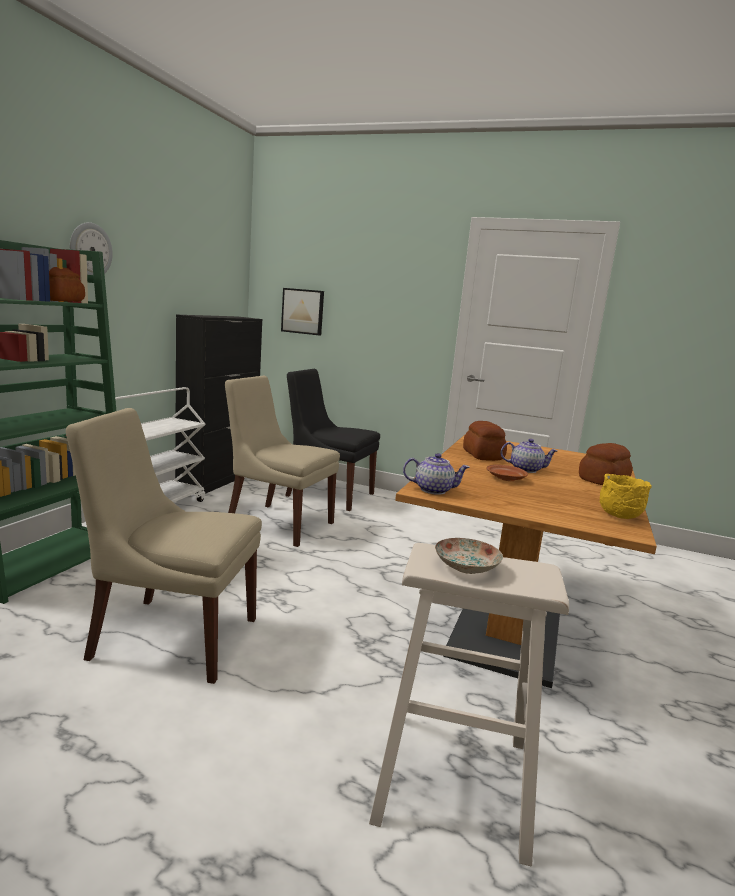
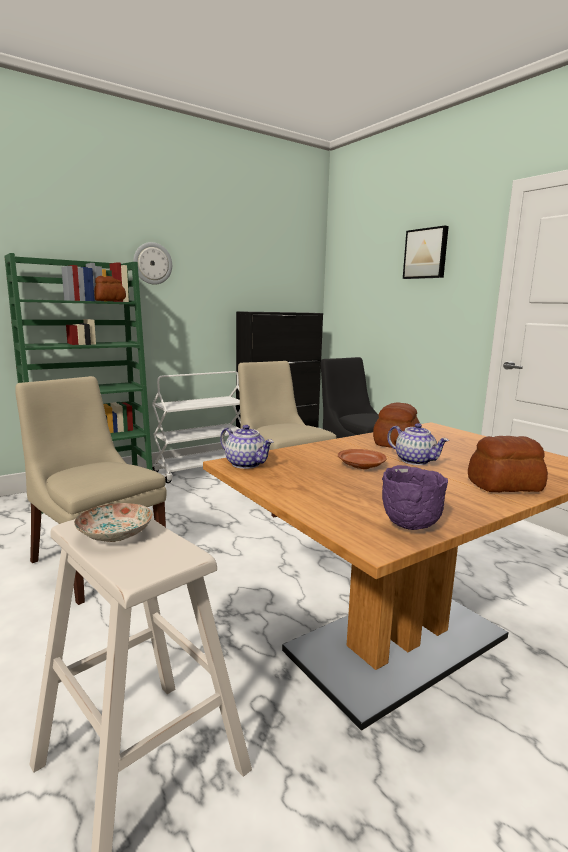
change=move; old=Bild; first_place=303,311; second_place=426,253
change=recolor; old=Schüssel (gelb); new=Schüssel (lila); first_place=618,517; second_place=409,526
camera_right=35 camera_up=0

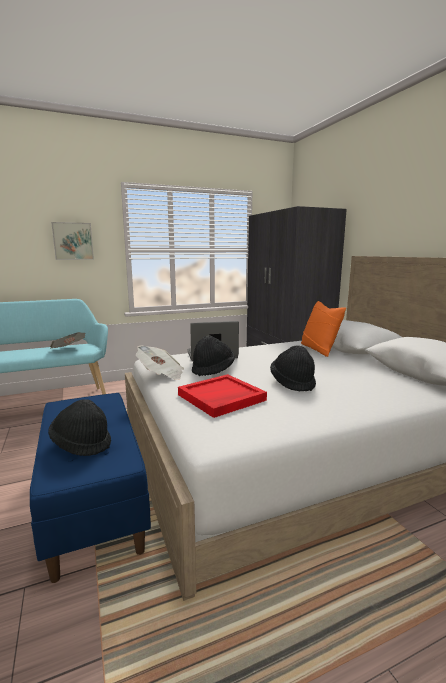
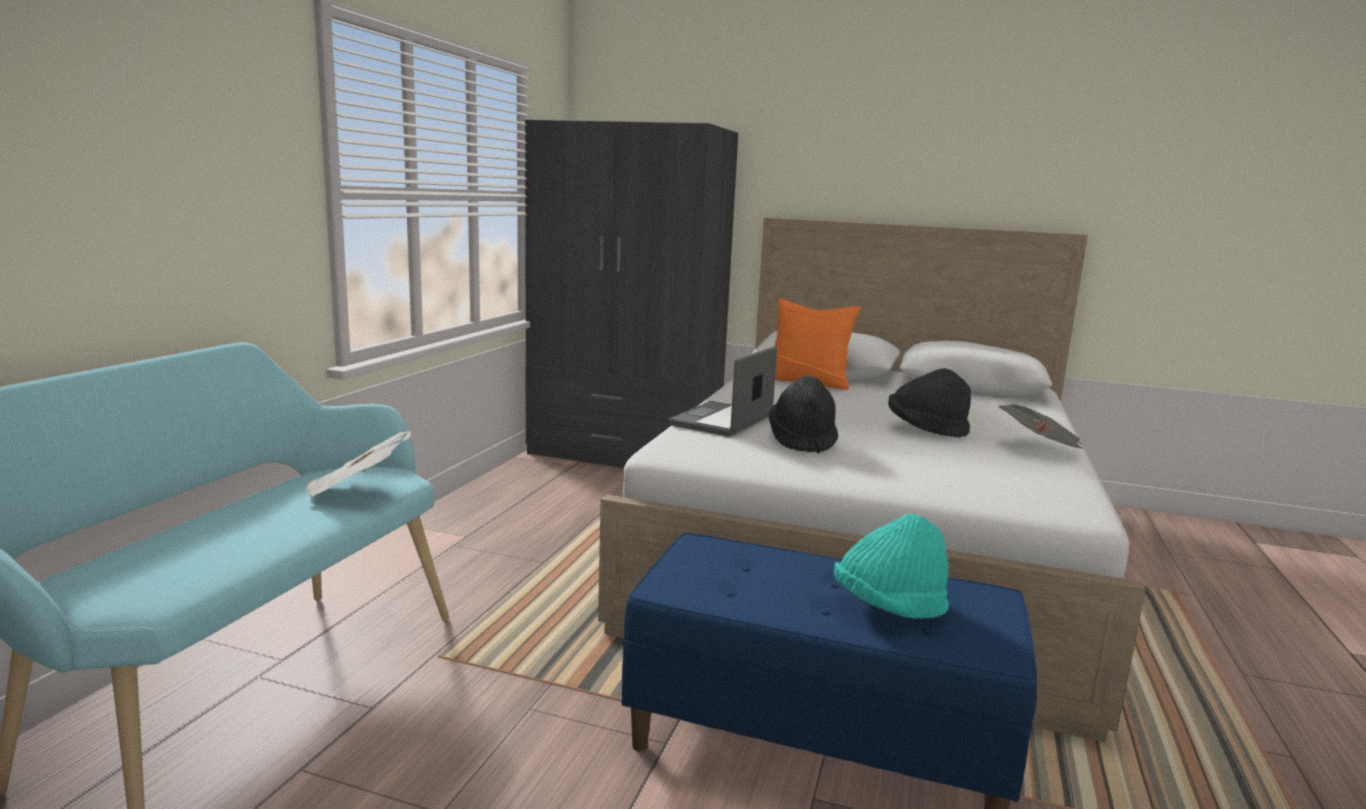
change=delete; old=Bild; first_place=73,241
change=move; old=Zeitung; first_place=161,374; second_place=1041,449
change=delete; old=Tablett (rot); first_place=221,398
change=recolor; old=Hut (schwarz); new=Hut (türkis); first_place=82,444; second_place=888,607
camera_right=-50 camera_up=0

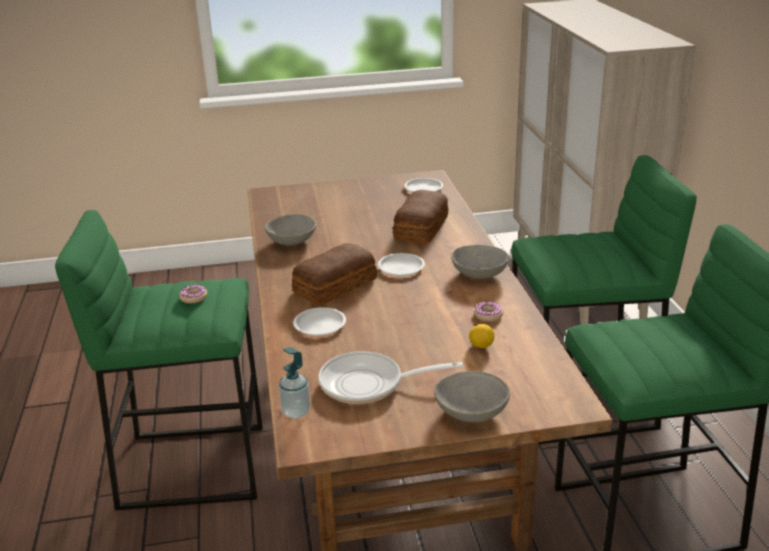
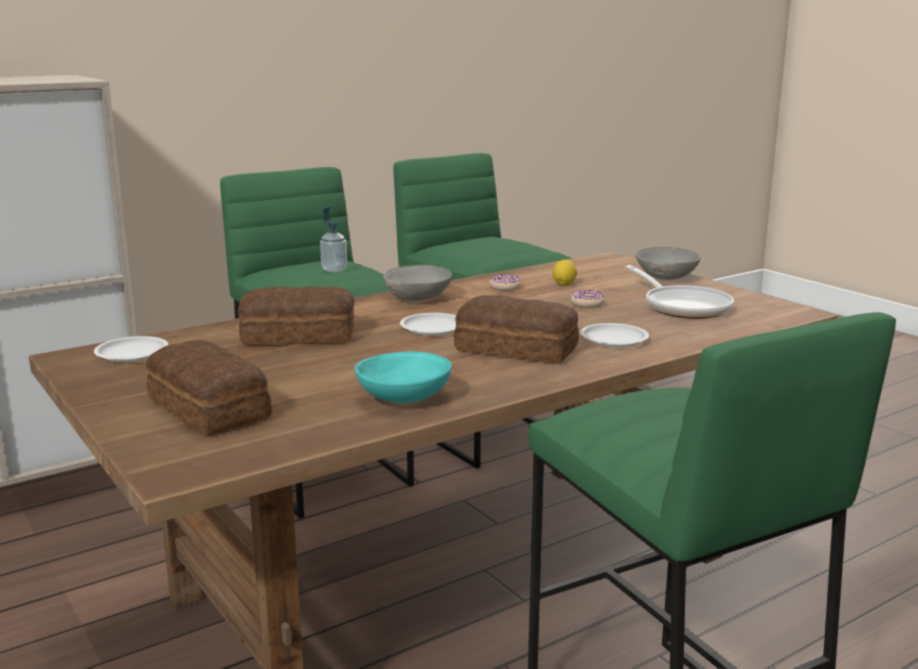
change=recolor; old=Schüssel (grau); new=Schüssel (türkis); first_place=291,241; second_place=404,398
change=move; old=Donut; first_place=193,297; second_place=587,304
change=move; old=Seifenspender; first_place=296,412; second_place=334,269
change=insert; new=Brot; second_place=207,409
camera_right=-115 camera_up=-10

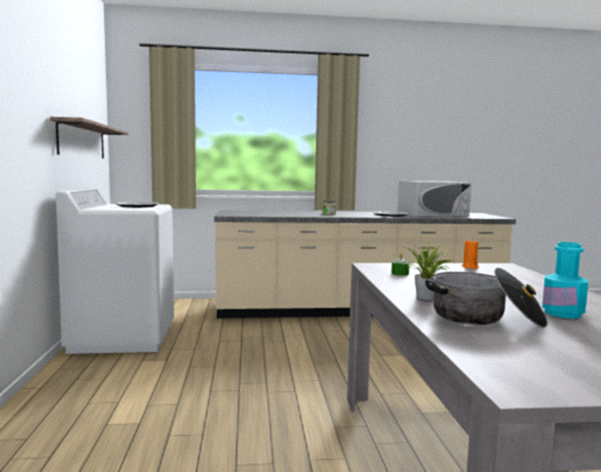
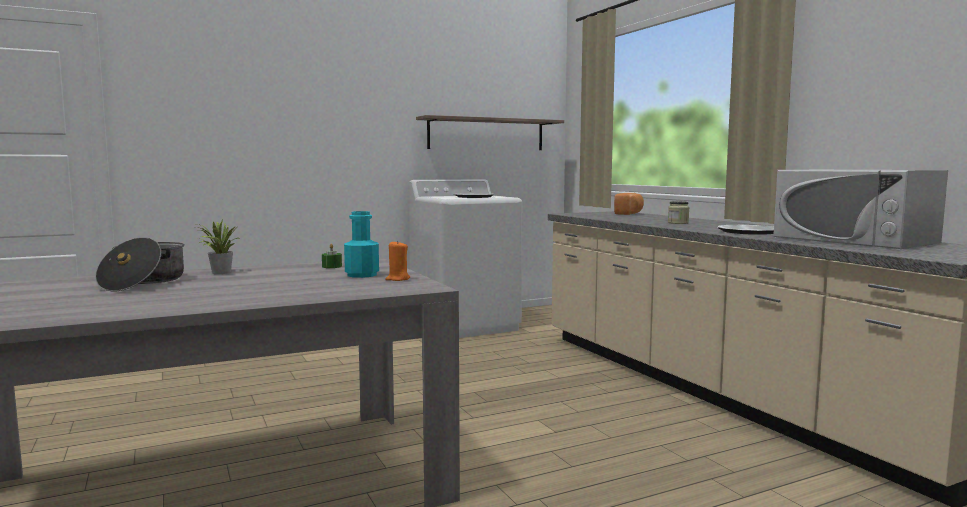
change=move; old=Flasche (türkis); first_place=562,313; second_place=362,275
change=insert; new=Brot; second_place=629,213
camera_right=70 camera_up=0

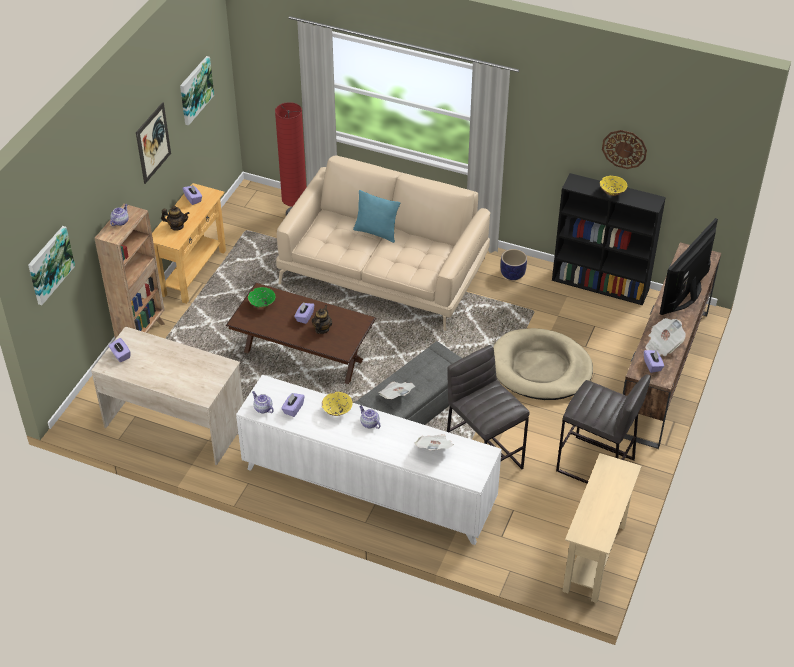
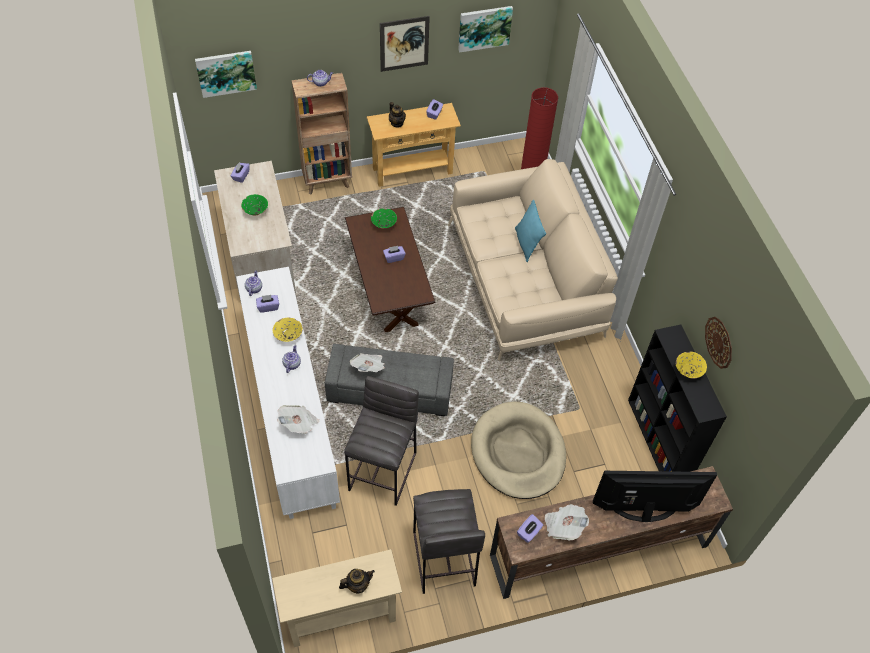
change=delete; old=Pflanzkübel; first_place=513,274
change=move; old=Teekanne; first_place=322,329; second_place=357,585
change=insert; new=Schüssel (grün); second_place=255,211
camera_right=50 camera_up=10

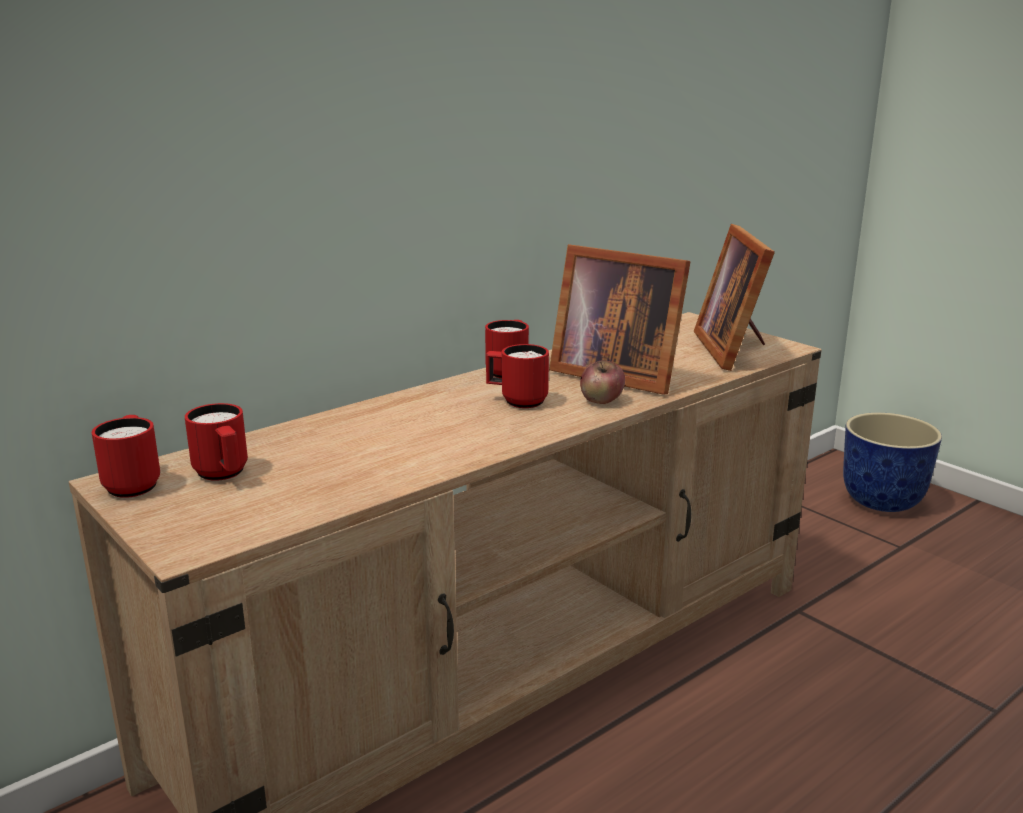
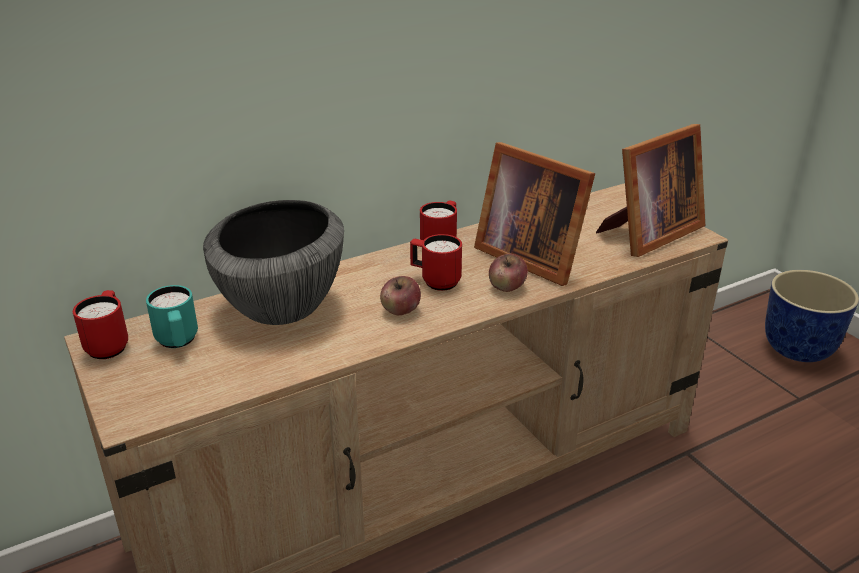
change=rotate; old=Bilderrahmen; first_place=735,349; second_place=647,234; degrees=-135
change=recolor; old=Henkelbecher (rot); new=Henkelbecher (türkis); first_place=224,475; second_place=178,343
change=insert; new=Schüssel; second_place=281,308
change=insert; new=Apfel; second_place=400,310
camera_right=10 camera_up=10

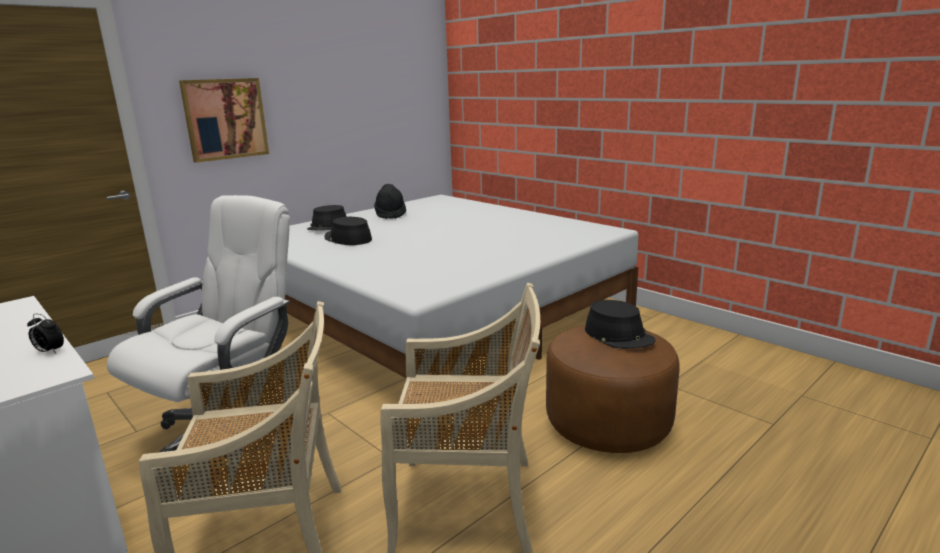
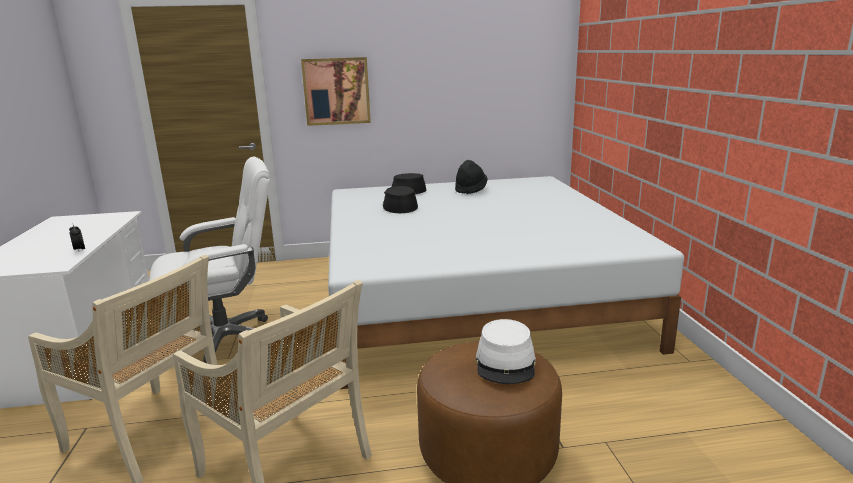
change=recolor; old=Hut (schwarz); new=Hut (weiß); first_place=619,335; second_place=506,363
camera_right=35 camera_up=0

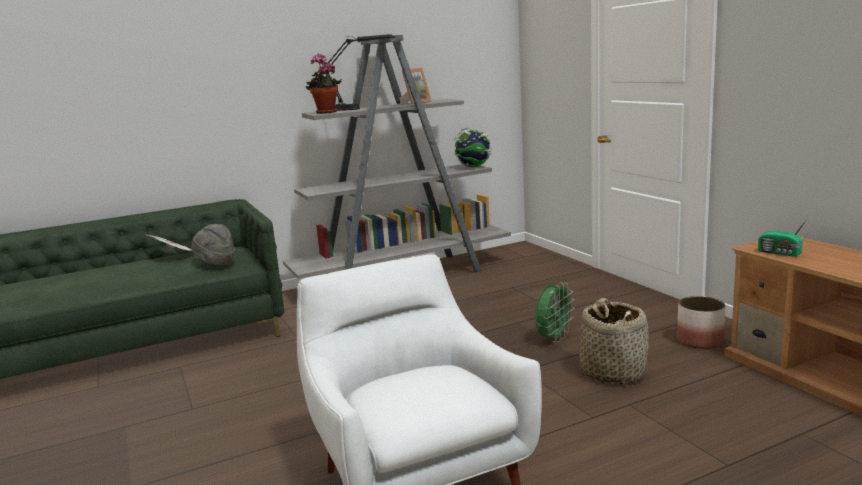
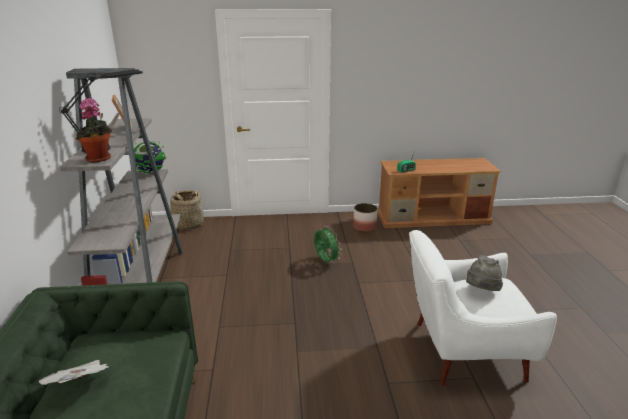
change=move; old=Hut (grau); first_place=216,263; second_place=481,291
change=move; old=Korb; first_place=612,372; second_place=188,224
camera_right=-70 camera_up=10

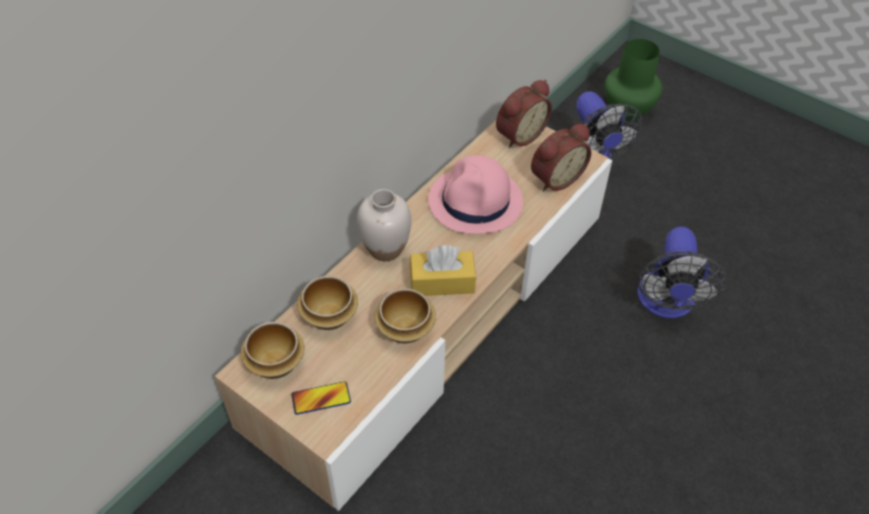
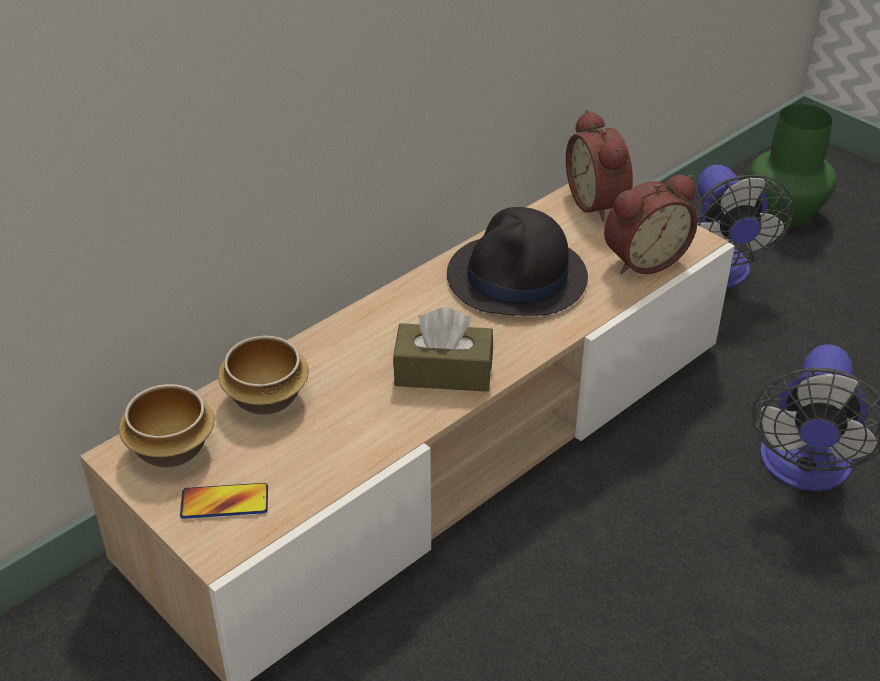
change=rotate; old=Wecker; first_place=519,134; second_place=600,202; degrees=105
change=recolor; old=Hut (rosa); new=Hut (schwarz); first_place=476,202; second_place=517,278
change=delete; old=Vase (weiß); first_place=385,249
change=recolor; old=Taschentuchbox (gelb); new=Taschentuchbox (braun); first_place=442,282; second_place=443,372
change=delete; old=Schüssel; first_place=406,328
camera_right=10 camera_up=-10

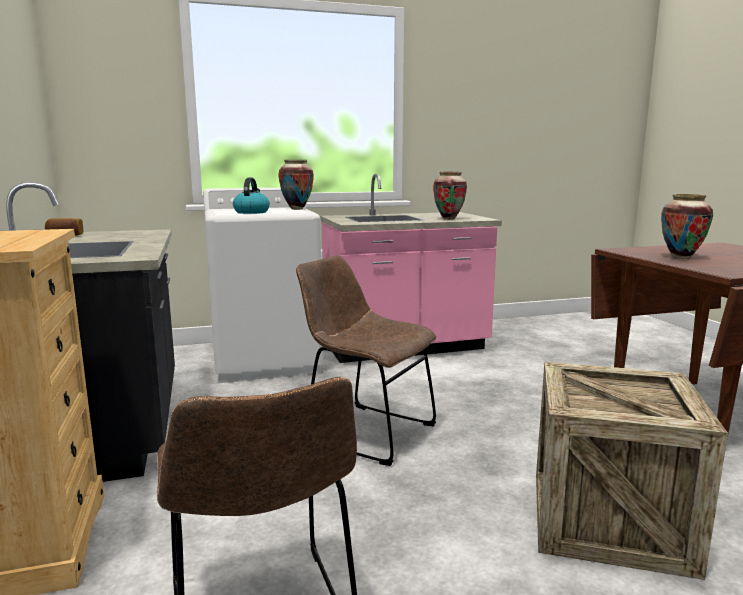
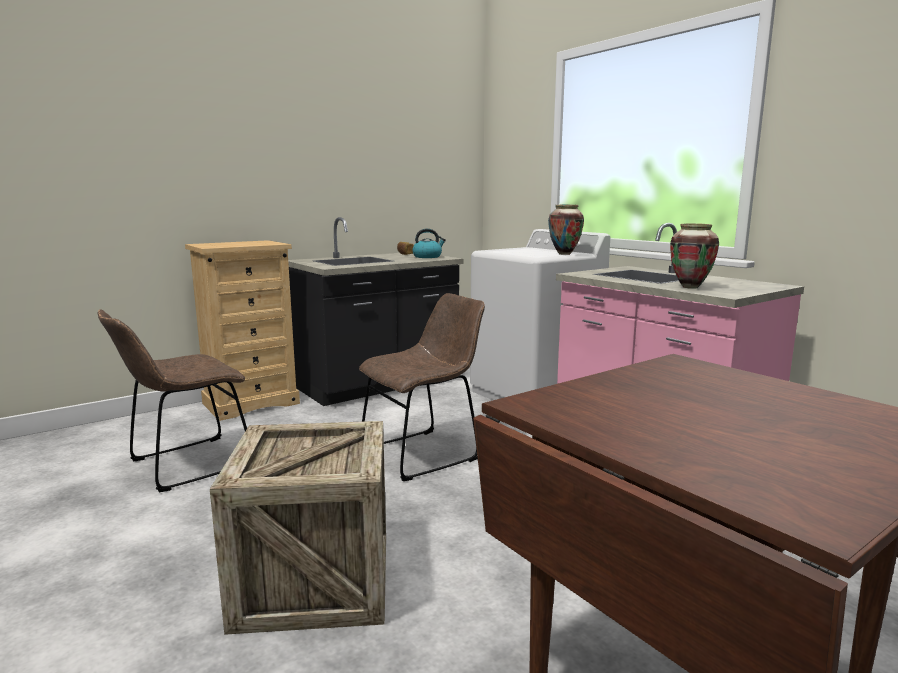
change=move; old=Wasserkessel; first_place=251,212; second_place=427,257
change=delete; old=Vase; first_place=681,257
change=rotate; old=Stuhl (braun); first_place=365,432; second_place=424,453; degrees=45
camera_right=70 camera_up=0

